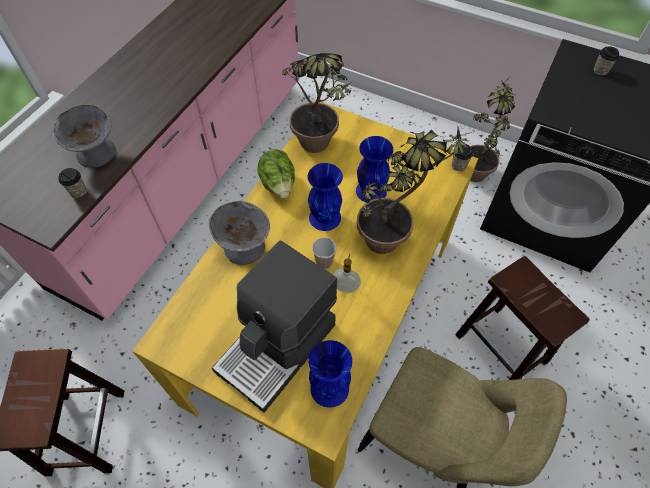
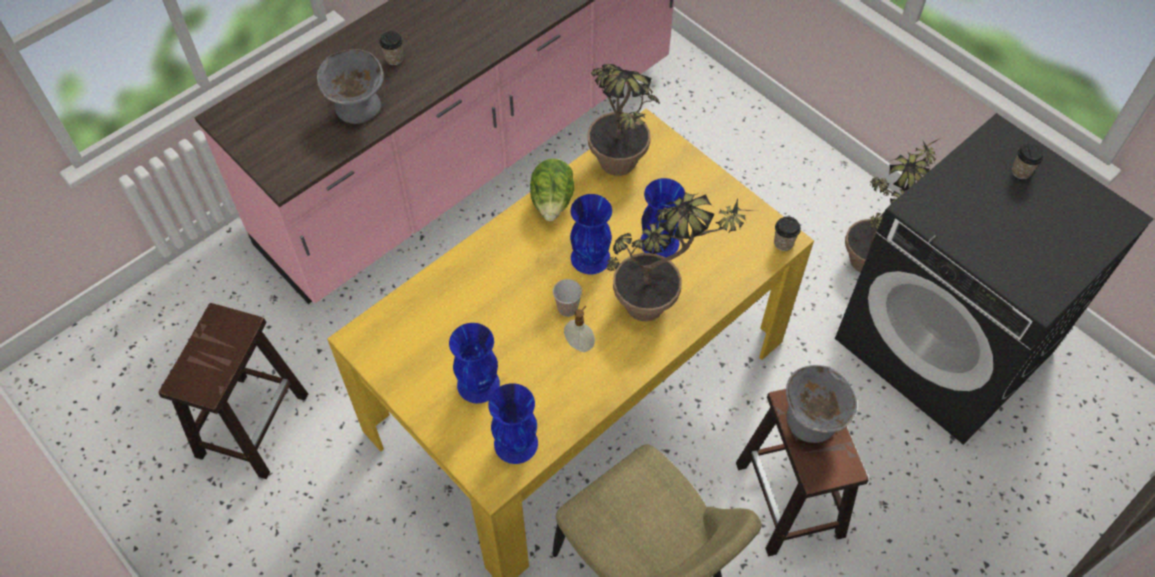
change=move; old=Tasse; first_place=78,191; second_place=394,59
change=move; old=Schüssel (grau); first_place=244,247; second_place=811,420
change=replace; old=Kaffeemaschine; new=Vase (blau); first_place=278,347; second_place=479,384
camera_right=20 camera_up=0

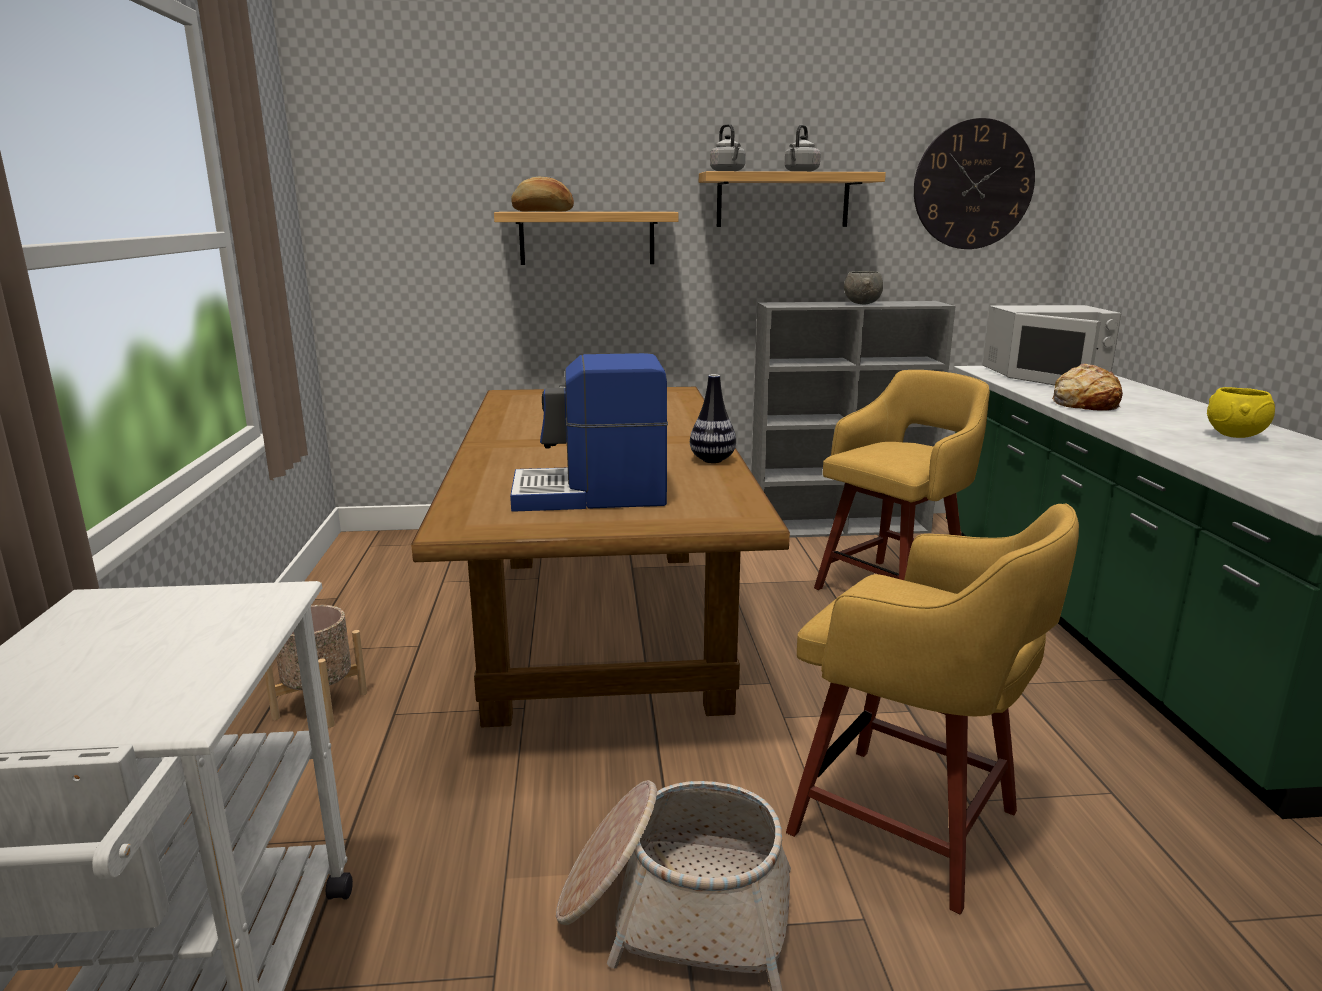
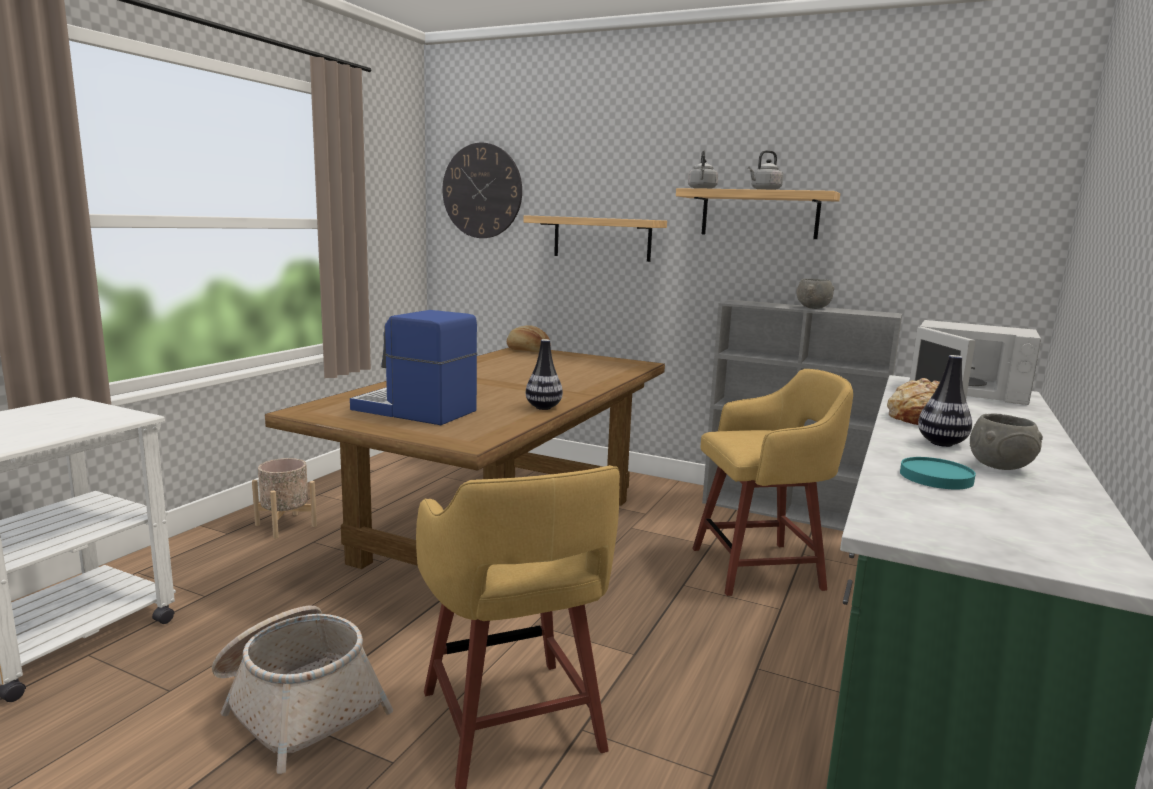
change=move; old=Wanduhr; first_place=973,185; second_place=482,191
change=move; old=Brot; first_place=543,211; second_place=527,350
change=recolor; old=Schüssel (gelb); new=Schüssel (grau); first_place=1233,436; second_place=999,467
change=insert; new=Vase; second_place=941,443
change=insert; new=Teller (türkis); second_place=936,477
camera_right=30 camera_up=-5

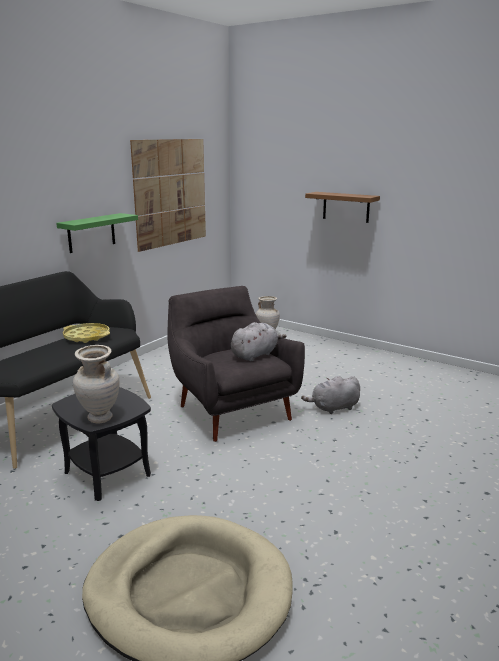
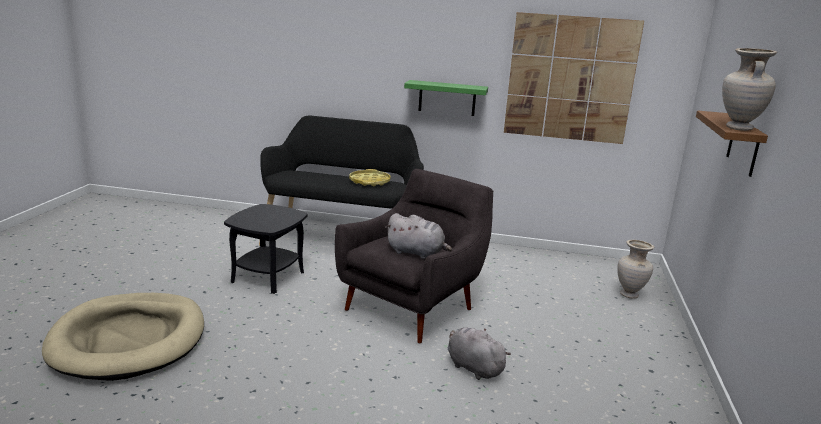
change=move; old=Vase (beige); first_place=99,418; second_place=738,128
camera_right=65 camera_up=0

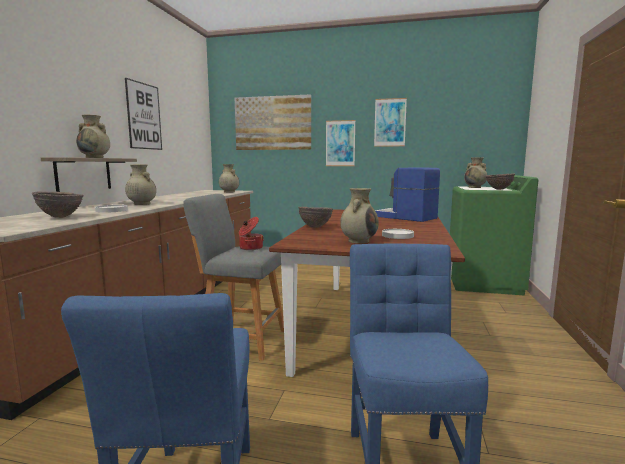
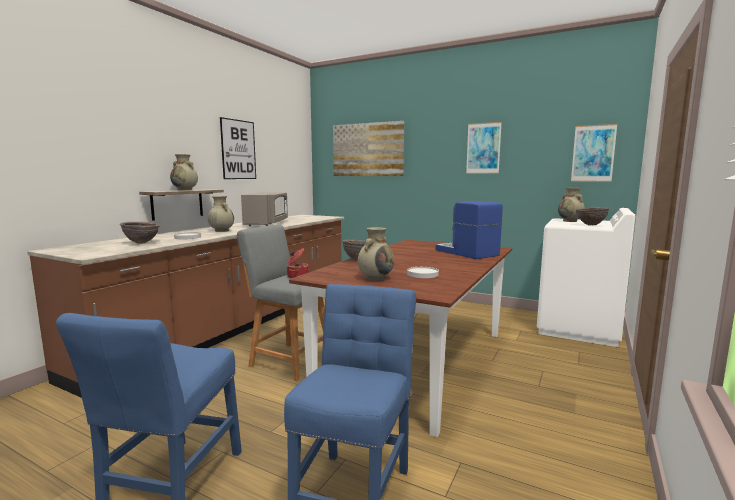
change=move; old=Bild; first_place=340,143; second_place=593,153
change=delete; old=Vase (beige); first_place=229,192
change=recolor; old=Waschmaschine (grün); new=Waschmaschine (weiß); first_place=484,283; second_place=578,329
change=insert; new=Mikrowelle (grau); second_place=267,223
camera_right=15 camera_up=0

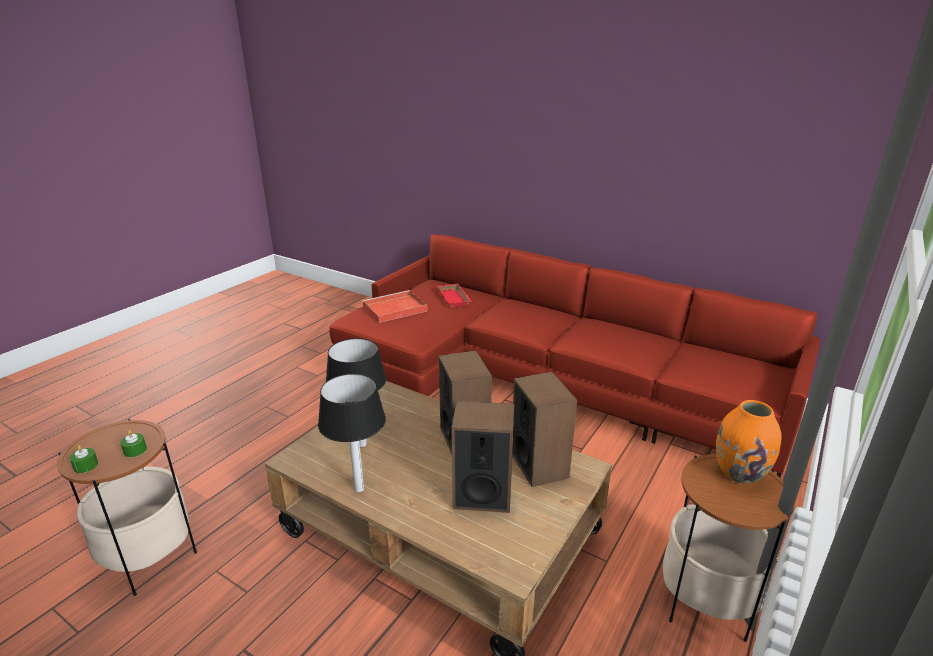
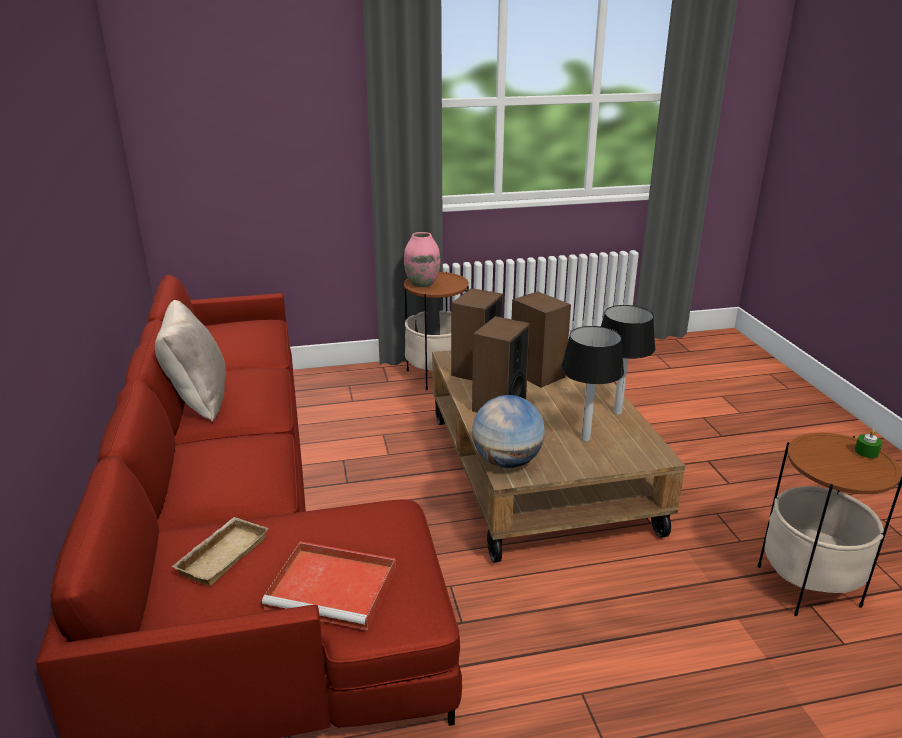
change=recolor; old=Tablett (rot); new=Tablett (beige); first_place=455,298; second_place=222,554
change=recolor; old=Vase (orange); new=Vase (rosa); first_place=739,473; second_place=422,283
change=delete; old=Kerze (grün); first_place=135,450
change=insert; new=Kissen (beige); second_place=198,399
change=insert; new=Globus; second_place=507,461
camera_right=-135 camera_up=0

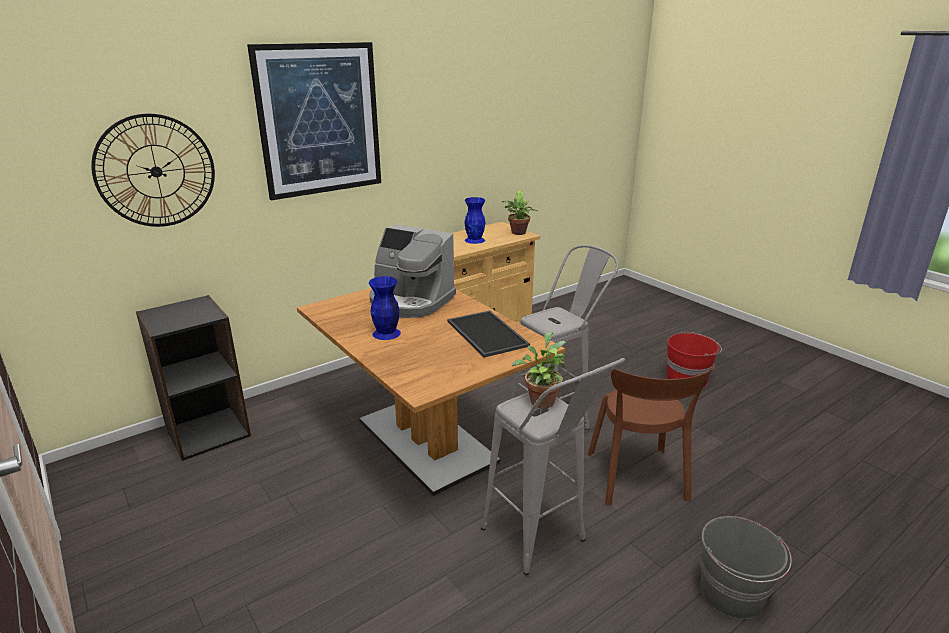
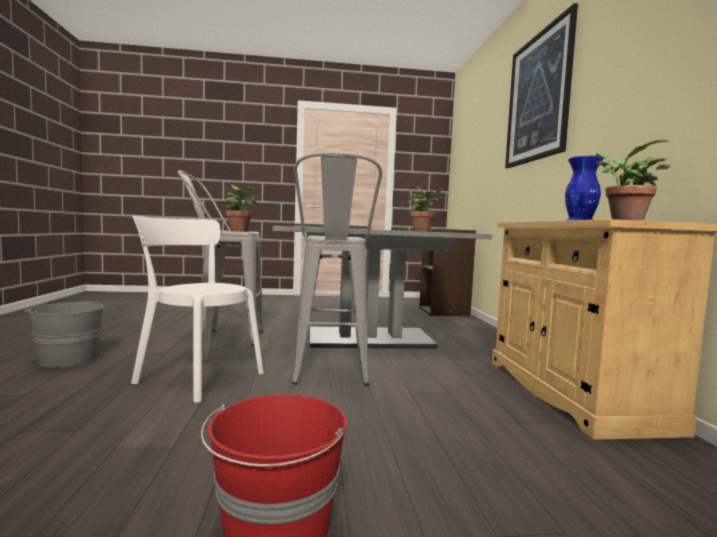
change=delete; old=Wanduhr; first_place=156,171
change=replace; old=Kaffeemaschine; new=Topfpflanze; first_place=410,301; second_place=423,231
change=delete; old=Vase (blau); first_place=386,333
change=recolor; old=Esstisch (braun); new=Esstisch (grau); first_place=426,441; second_place=369,338
change=recolor; old=Stuhl (braun); new=Stuhl (weiß); first_place=638,479; second_place=196,376
camera_right=120 camera_up=-20

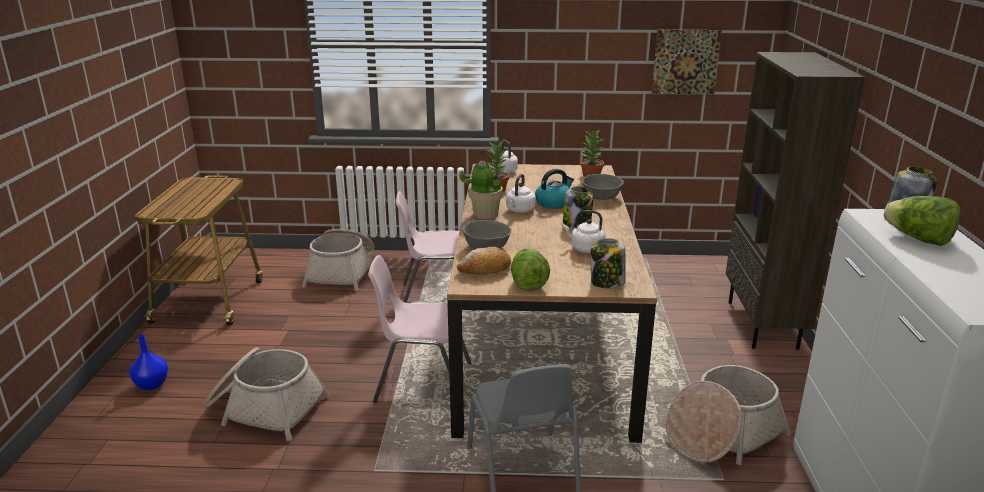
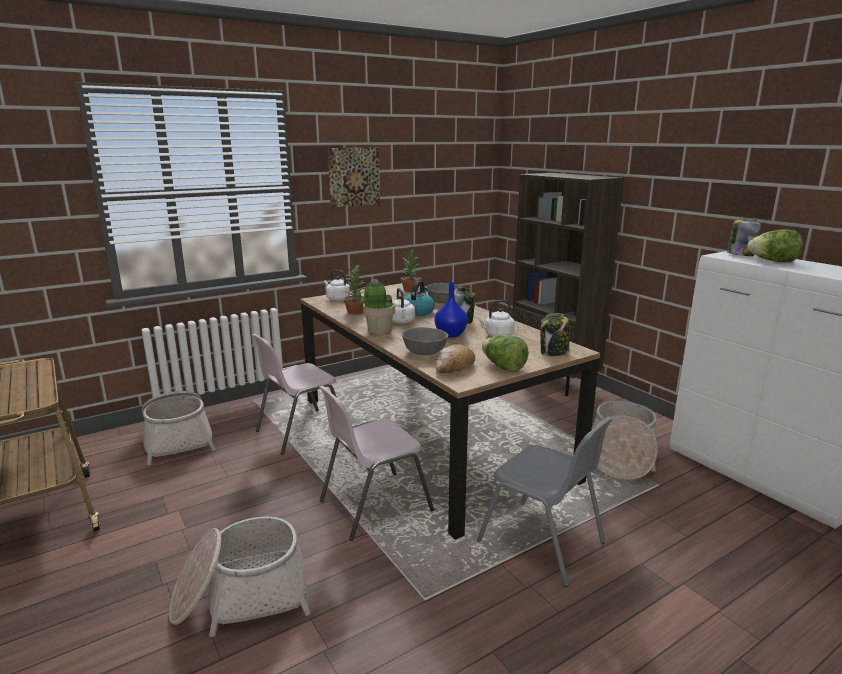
change=move; old=Bild; first_place=685,62; second_place=354,177
change=move; old=Vase (blau); first_place=151,385; second_place=450,335
camera_right=-35 camera_up=-5

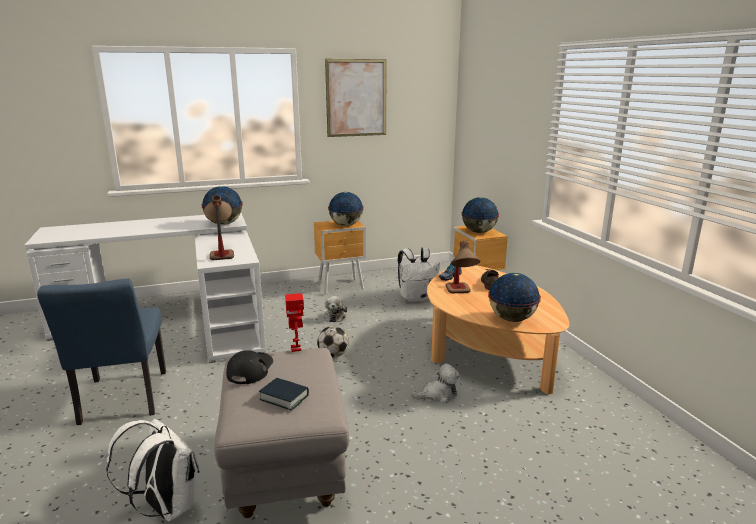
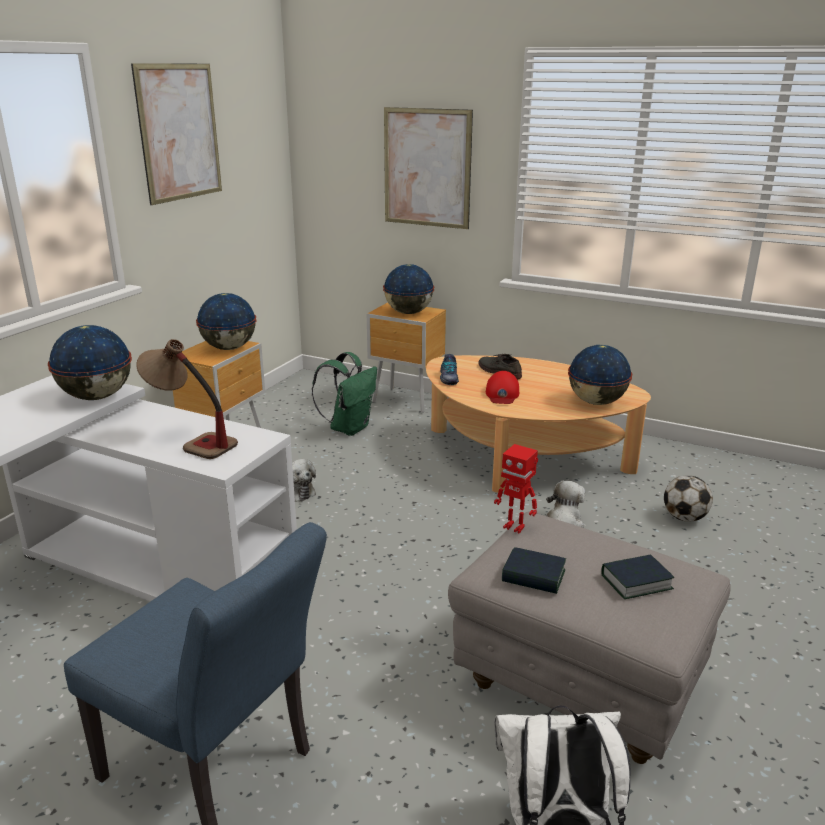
change=replace; old=Tischlampe; new=Kappe (rot); first_place=461,294; second_place=502,394
change=recolor; old=Rucksack (weiß); new=Rucksack (grün); first_place=416,298; second_place=349,428
change=move; old=Fußball; first_place=333,355; second_place=684,518
change=replace; old=Kappe (schwarz); new=Buch; first_place=250,369; second_place=533,576
change=insert; new=Bild; second_place=427,168
camera_right=-45 camera_up=5

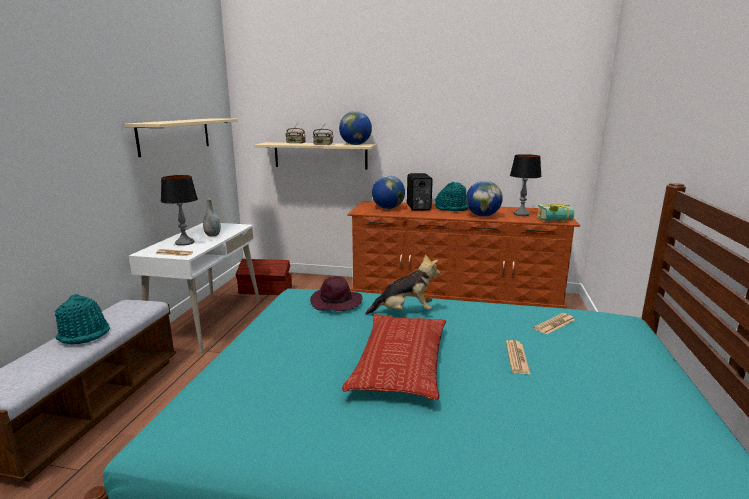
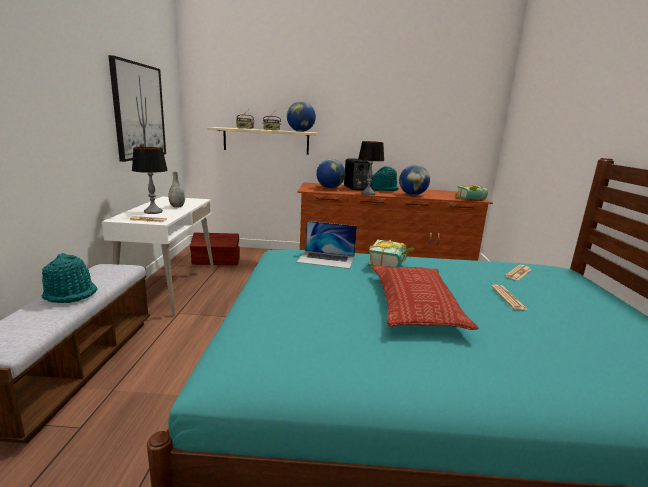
change=replace; old=Wandregal (beige); new=Bild; first_place=175,136; second_place=139,111
change=move; old=Tischlampe; first_place=521,214; second_place=368,193
change=replace; old=Plüschtier; new=Buch; first_place=405,312; second_place=391,265
change=replace; old=Hut (lila); new=Laptop; first_place=336,303; second_place=326,259
camera_right=-10 camera_up=0

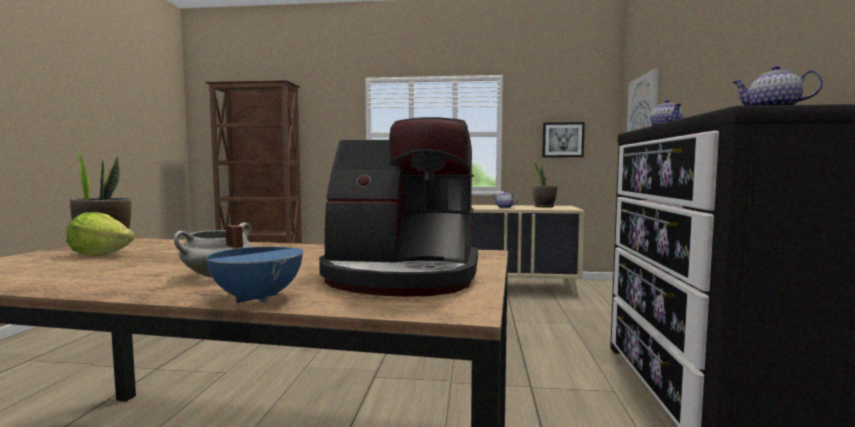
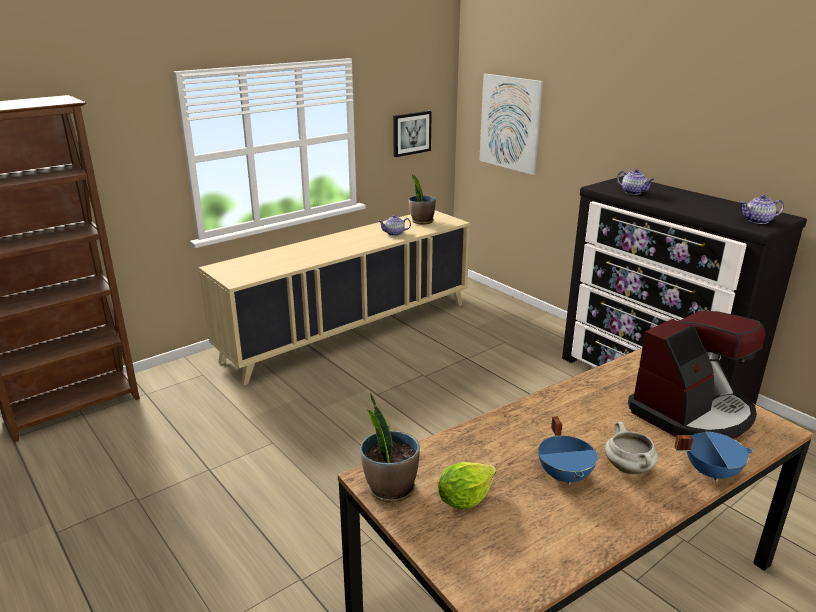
change=insert; new=Kochtopf (blau); second_place=565,475
camera_right=-45 camera_up=20

